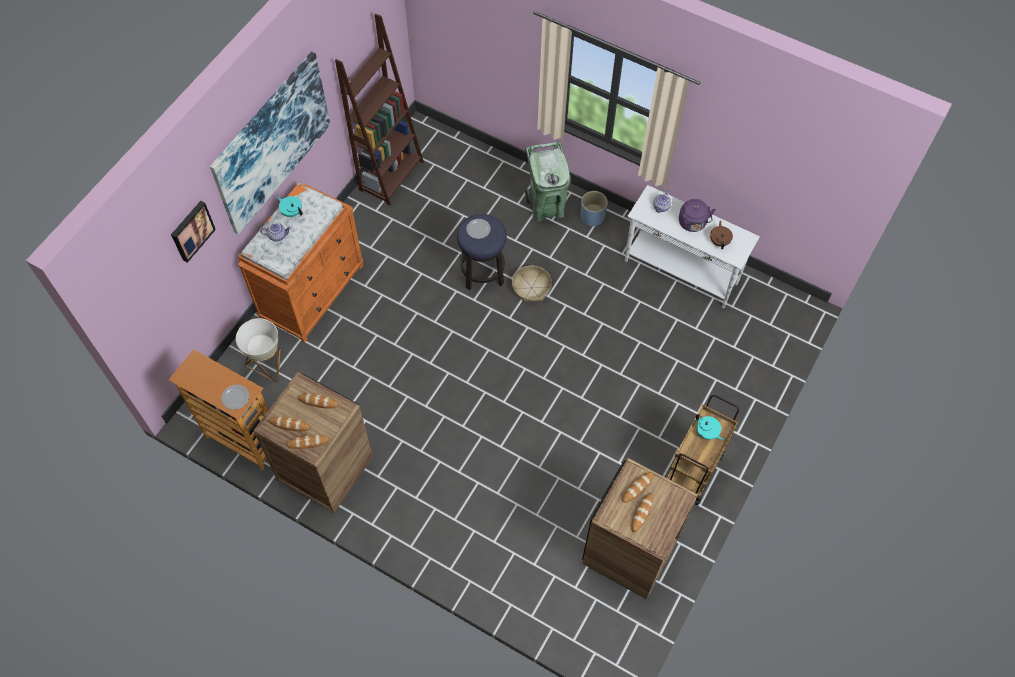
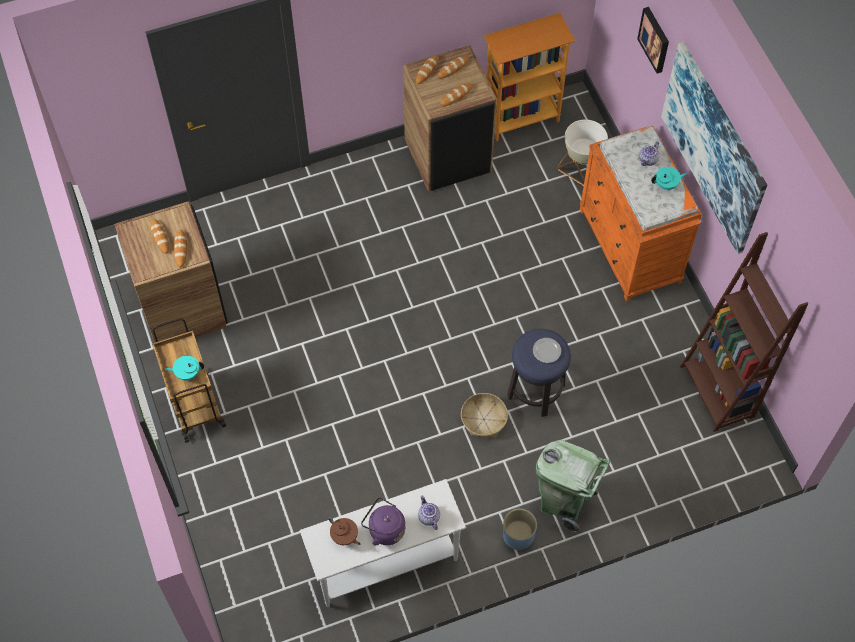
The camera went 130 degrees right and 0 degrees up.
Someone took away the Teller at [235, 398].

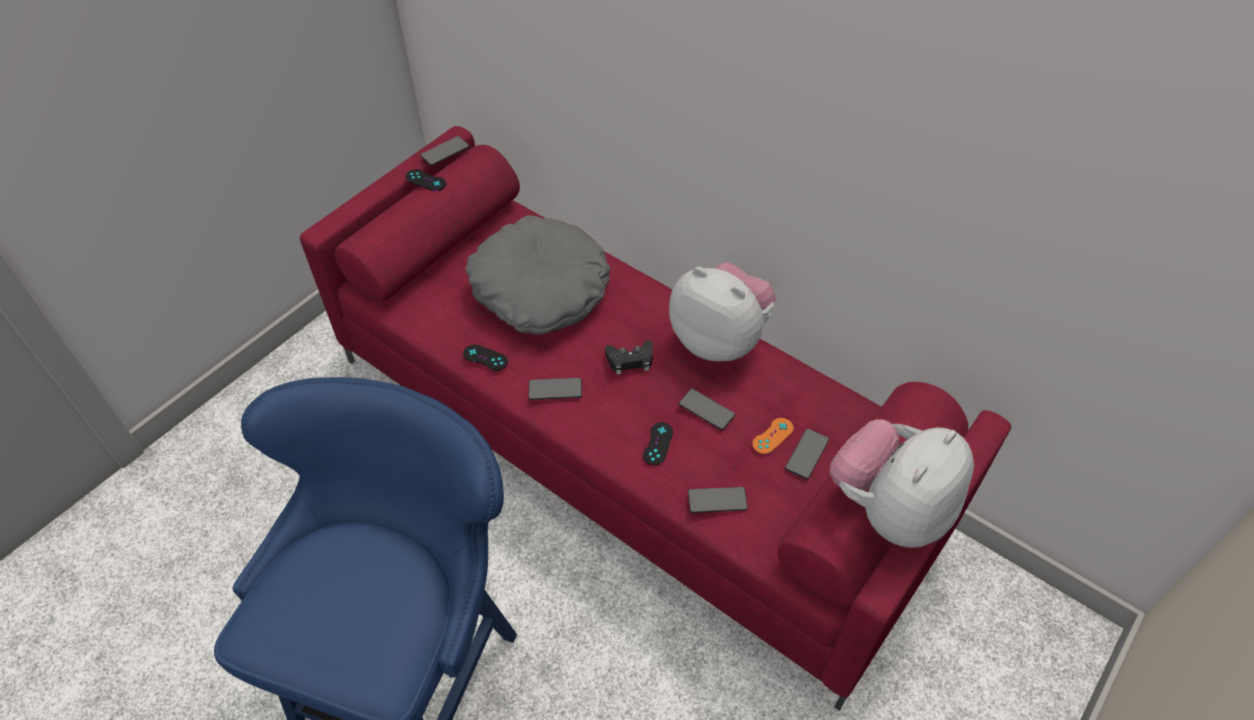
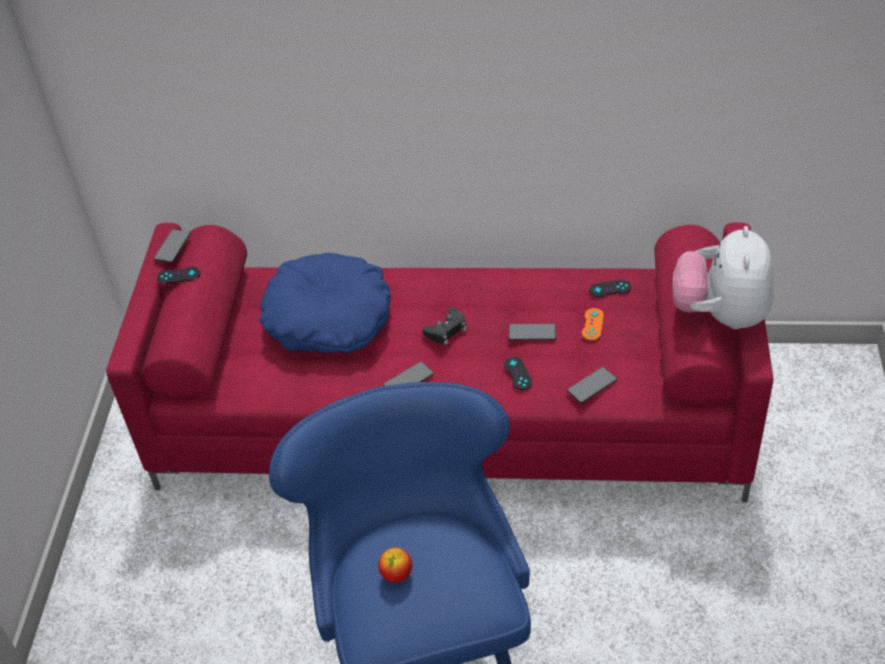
The camera went 30 degrees left and 5 degrees down.
Someone took away the Plüschtier at [719, 339].
Someone took away the Handy at [807, 454].
Someone put down the Apfel at [396, 575].
Someone carried the Gamepad (schwarz) from [485, 358] to [610, 289].
Someone repainted the Kissen (grau) at [543, 289], which became the Kissen (blau) at [330, 317].

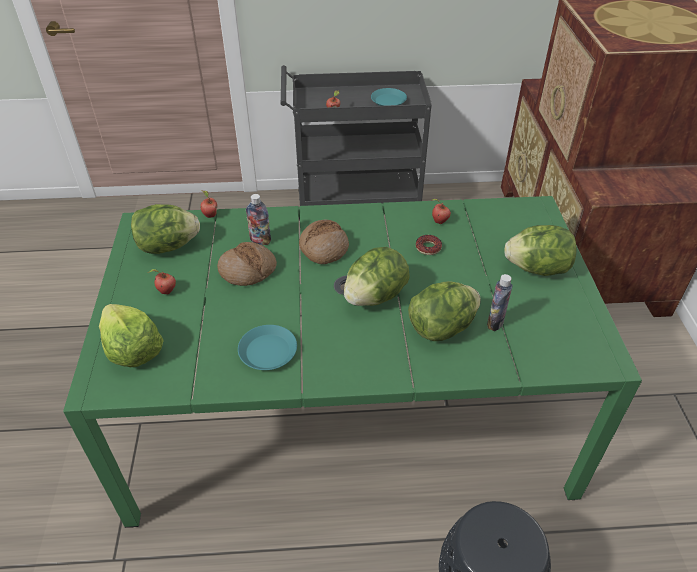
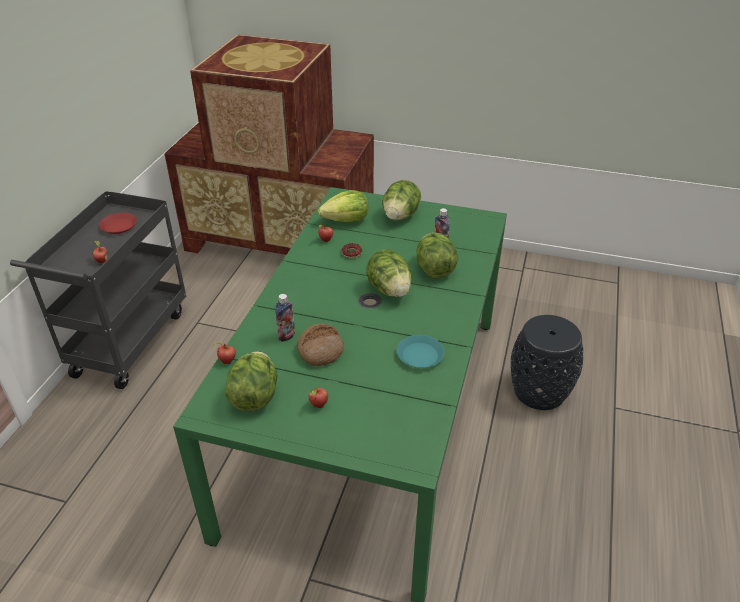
The camera went 70 degrees left and 5 degrees down.
Someone took away the Brot at [323, 248].
Someone carried the Salatkopf from [132, 349] to [346, 220].
Someone repainted the Teller (türkis) at [388, 101], which became the Teller (rot) at [119, 226].

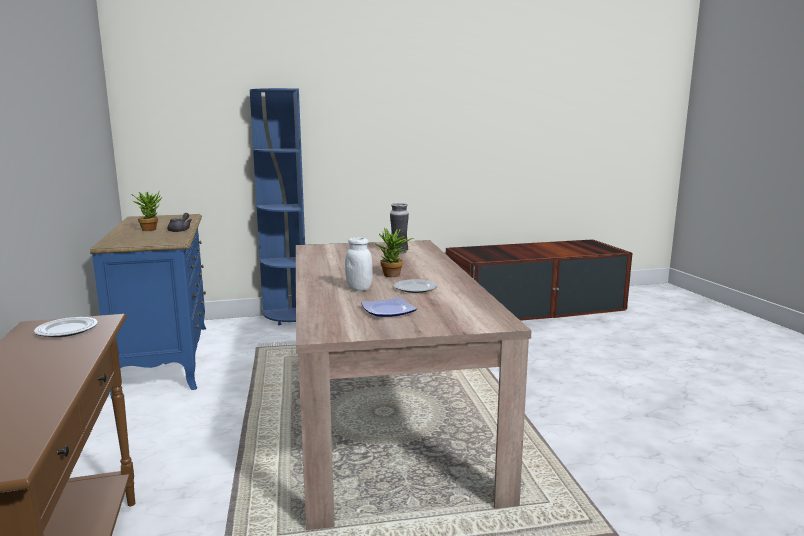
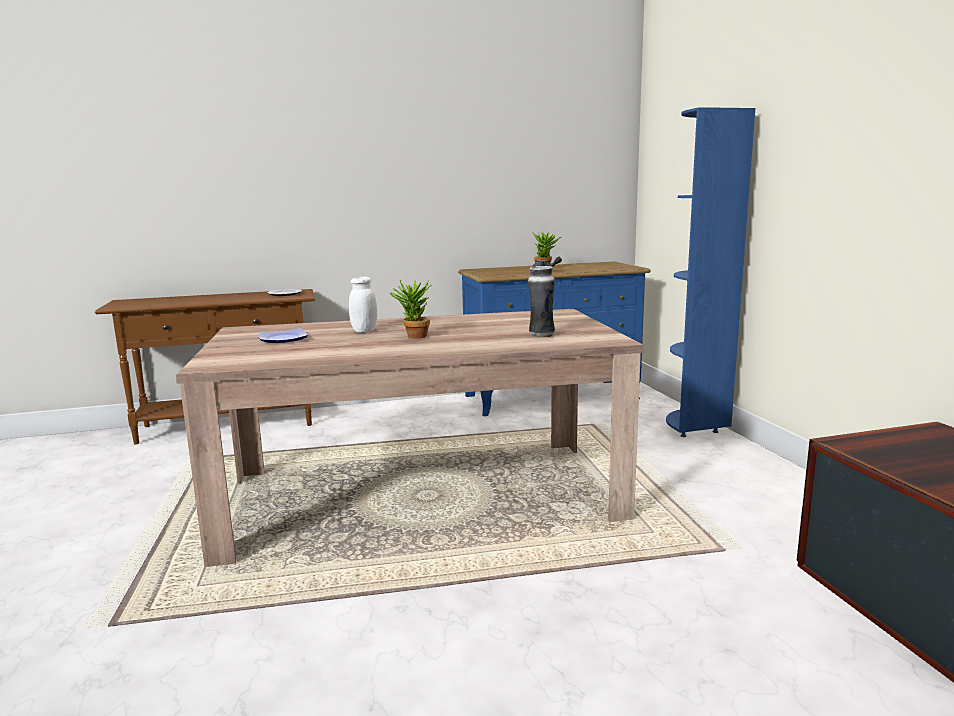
The camera went 90 degrees right and 0 degrees up.
Someone took away the Teller at [415, 288].

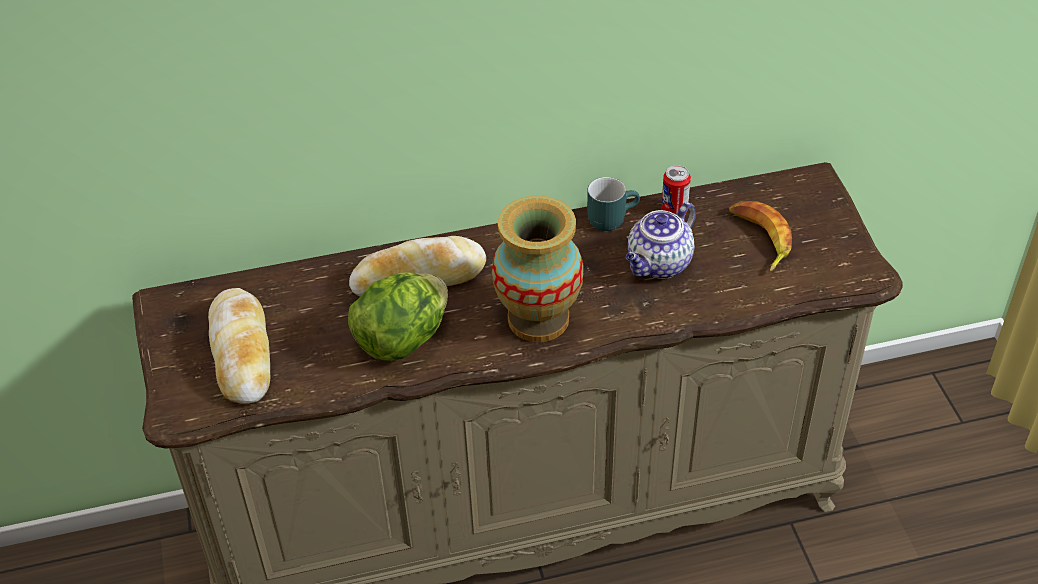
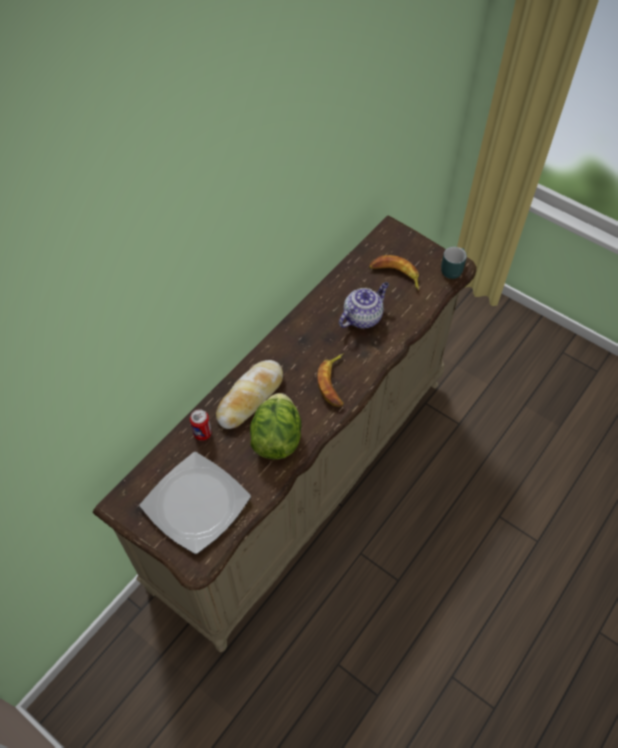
The camera went 40 degrees left and 10 degrees up.
Someone carried the Henkelbecher (türkis) from [610, 217] to [451, 268].
Someone carried the Dose from [674, 210] to [202, 433].
Someone swapped the Brot at [242, 353] for the Teller at [197, 503].
Someone swapped the Vase at [538, 319] for the Banane at [334, 383].
Someone rotated the Teekanne at [659, 265] by 135 degrees counterclockwise.

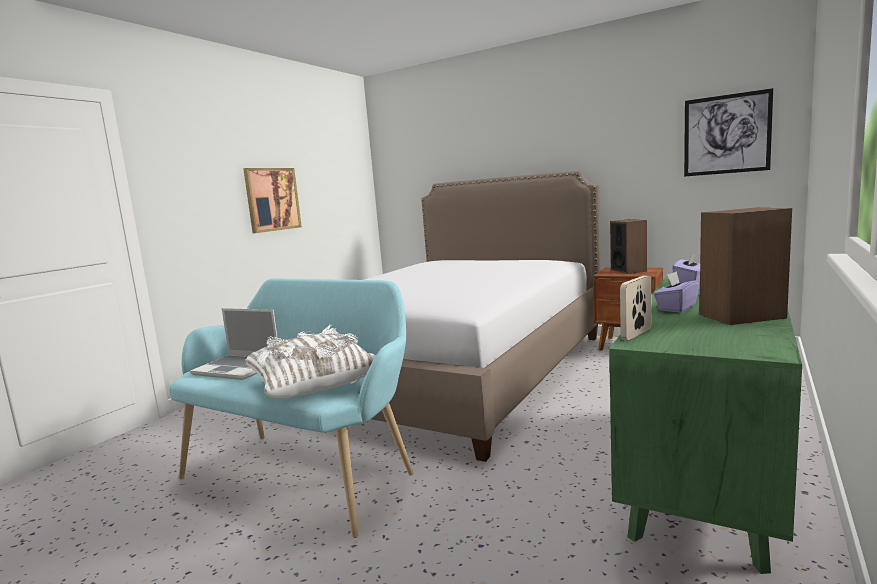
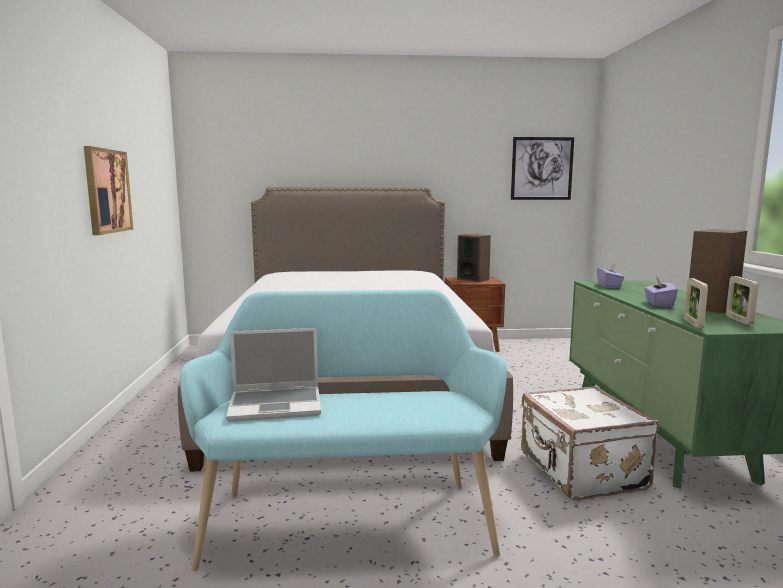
The camera went 35 degrees left and 0 degrees up.
Someone took away the Kissen (weiß) at [314, 385].
Someone put down the Koffer (weiß) at [580, 471].
Someone put down the Bilderrahmen at [739, 320].

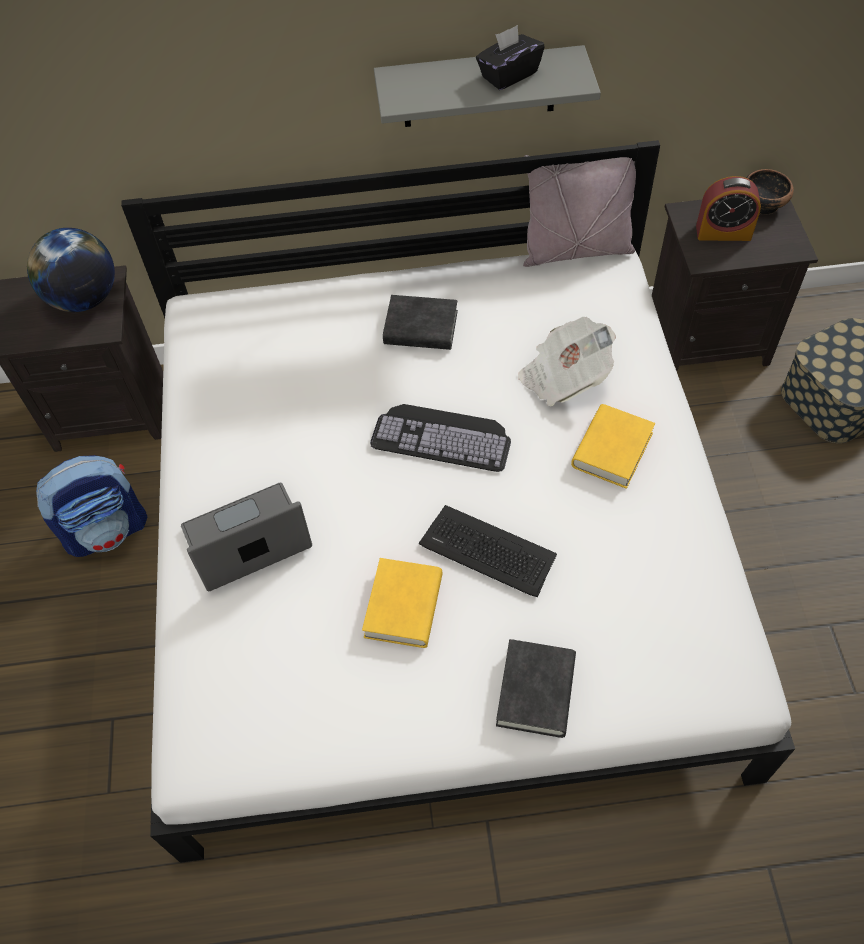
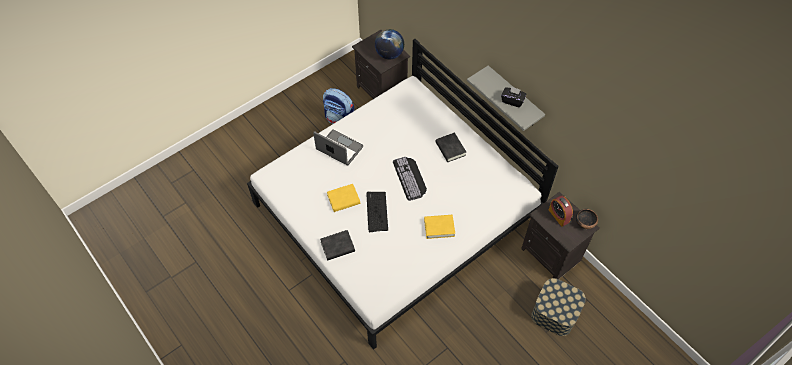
The camera went 55 degrees right and 0 degrees up.
Someone took away the Zeitung at [564, 376].
Someone took away the Kissen (lila) at [576, 250].

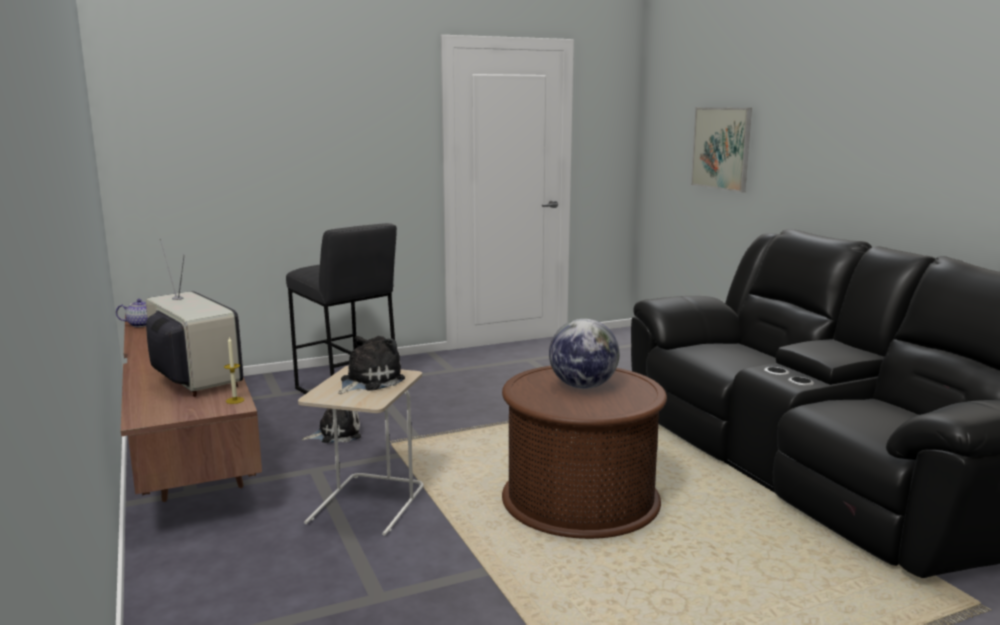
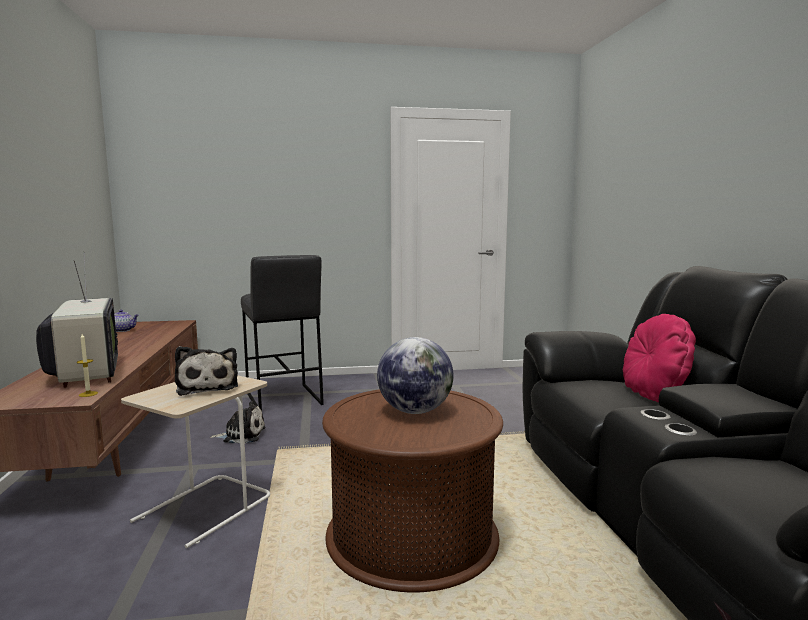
The camera went 15 degrees right and 5 degrees down.
Someone took away the Bild at [721, 148].
Someone put down the Kissen (rosa) at [654, 396].
Someone rotated the Plüschtier at [369, 381] by 105 degrees clockwise.

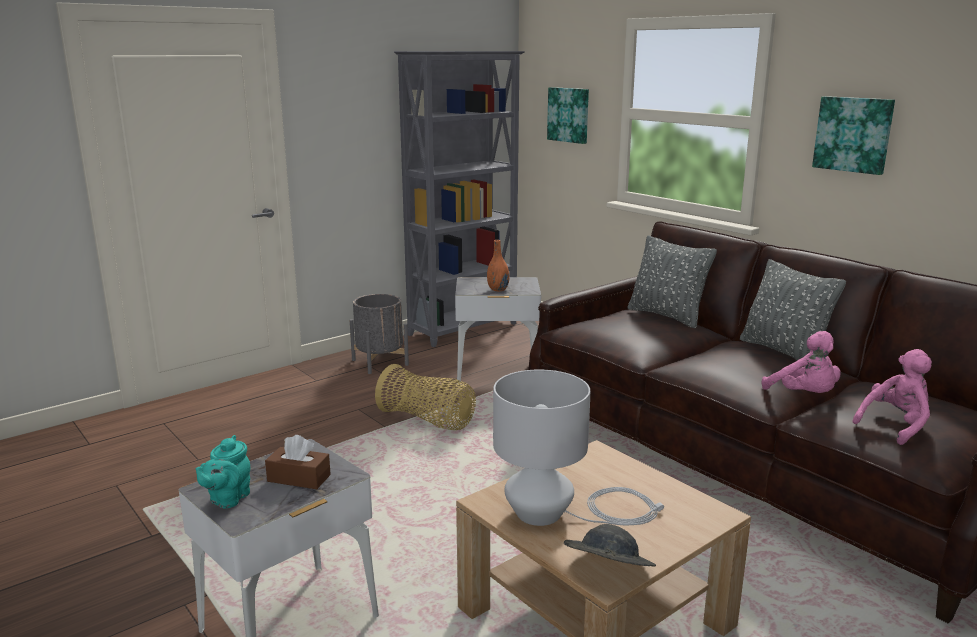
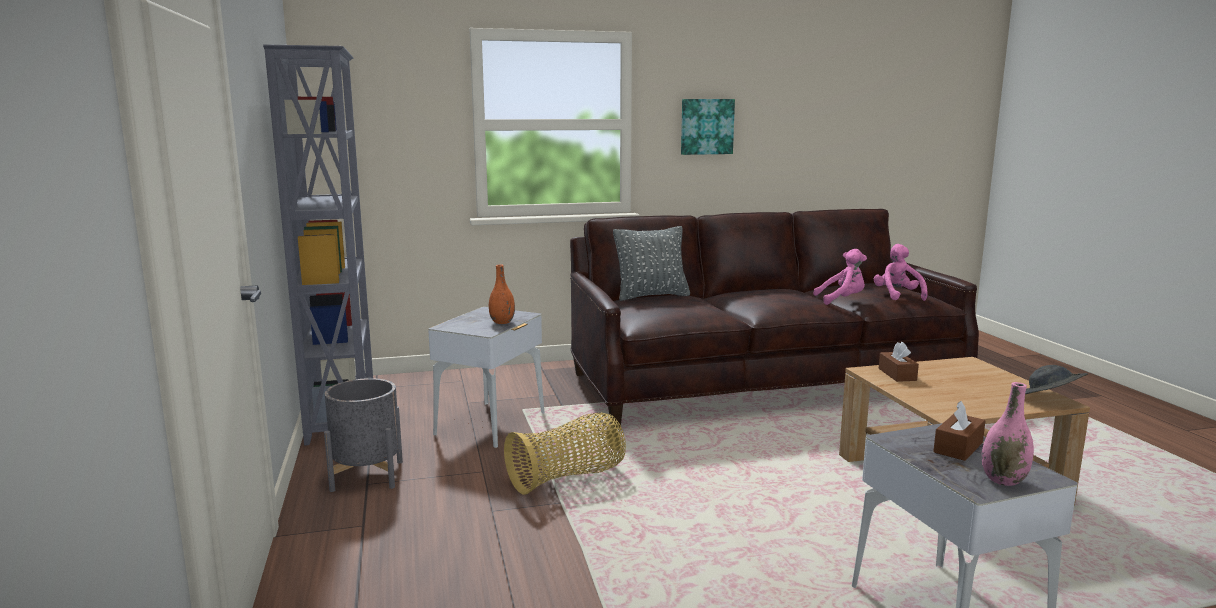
The camera went 65 degrees left and 5 degrees down.
Someone took away the Tischlampe (weiß) at [571, 511].
Someone took away the Bild at [569, 115].
Someone took away the Kissen (grau) at [783, 352].
Someone put down the Taschentuchbox (braun) at [897, 374].
Someone swapped the Teekanne (türkis) at [227, 499] for the Vase (rosa) at [1003, 480].

